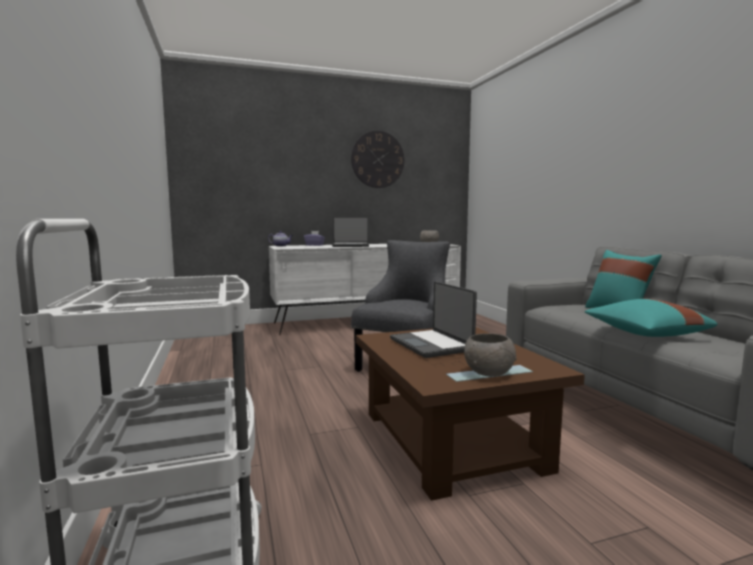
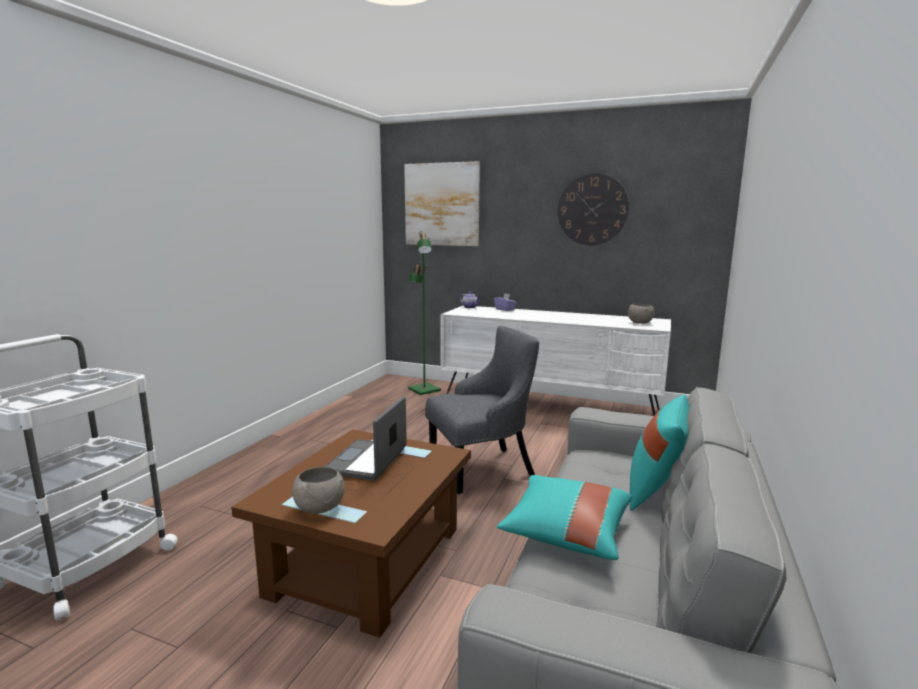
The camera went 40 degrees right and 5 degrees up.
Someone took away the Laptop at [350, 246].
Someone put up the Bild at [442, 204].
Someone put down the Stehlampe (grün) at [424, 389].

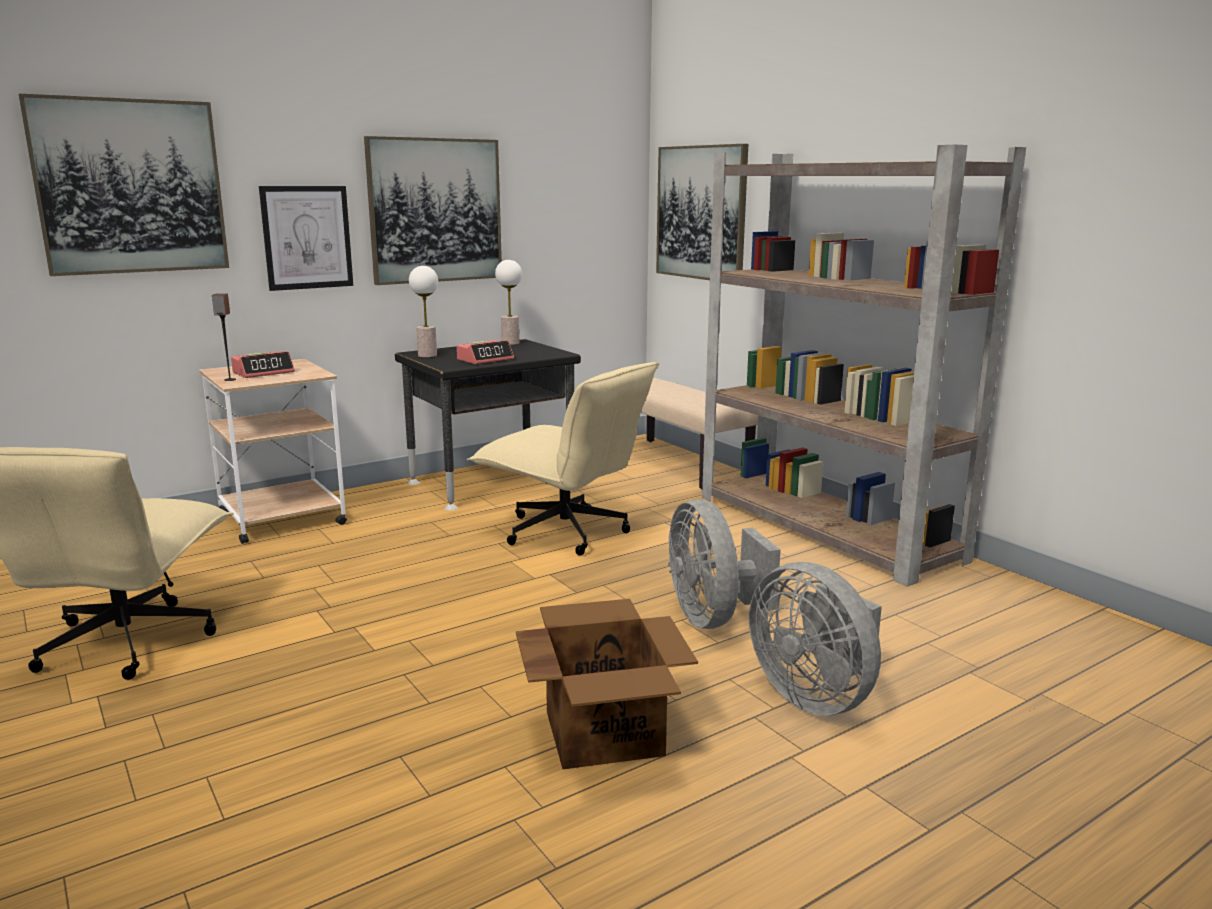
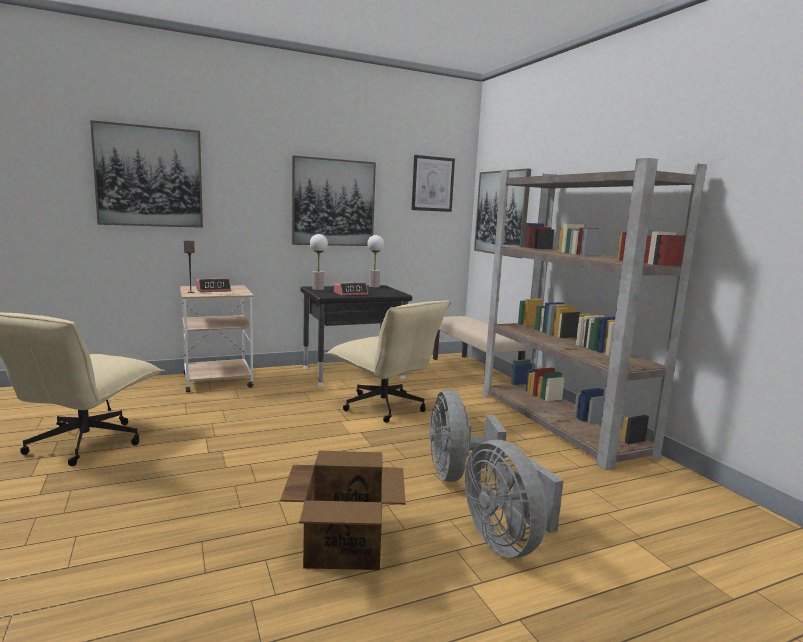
The camera went 10 degrees right and 5 degrees down.
Someone carried the Bild from [307, 237] to [432, 184].

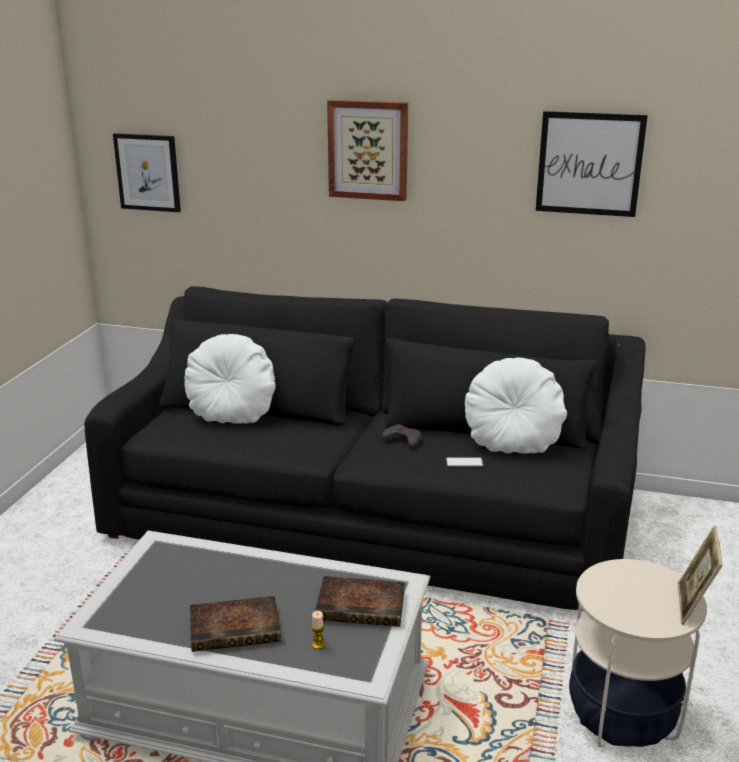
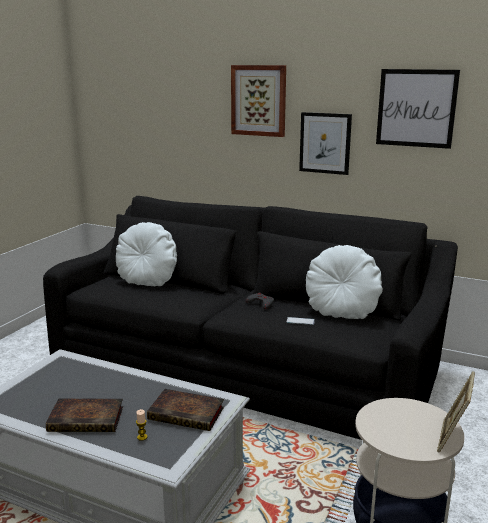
The camera went 10 degrees right and 5 degrees down.
Someone carried the Bild from [148, 172] to [325, 143].

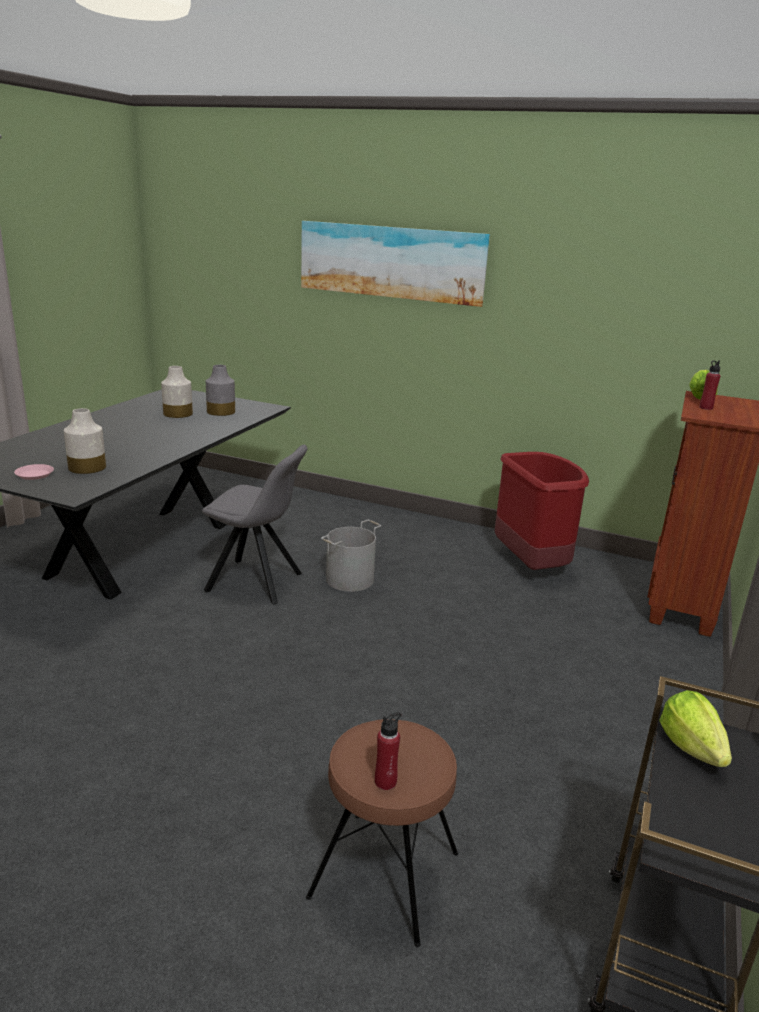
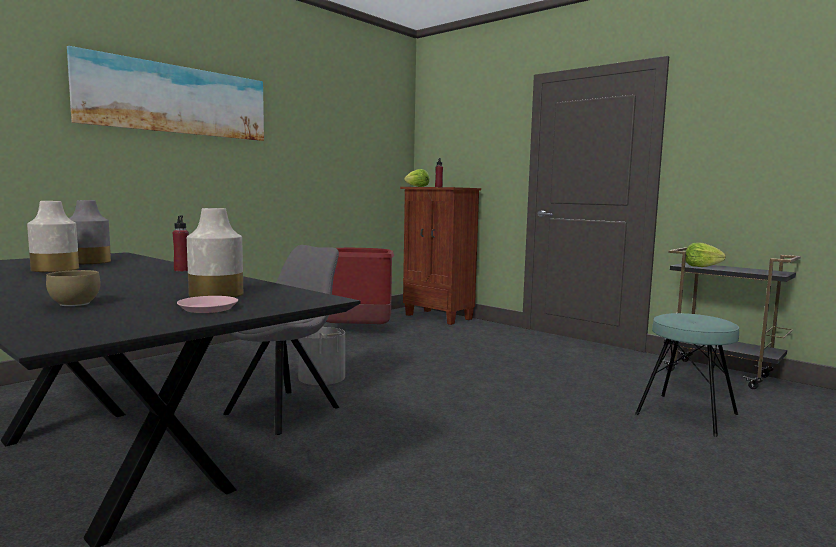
The camera went 70 degrees left and 15 degrees down.
Someone put down the Schüssel (braun) at [77, 304].
Someone carried the Flasche (rot) from [385, 781] to [182, 270].
Someone repainted the Hocker (braun) at [384, 875], which became the Hocker (türkis) at [686, 414].

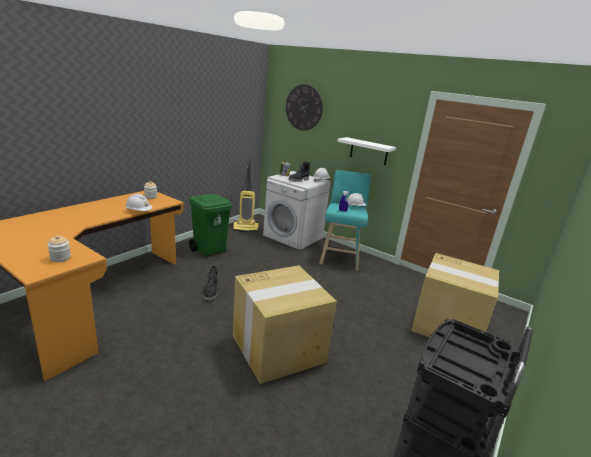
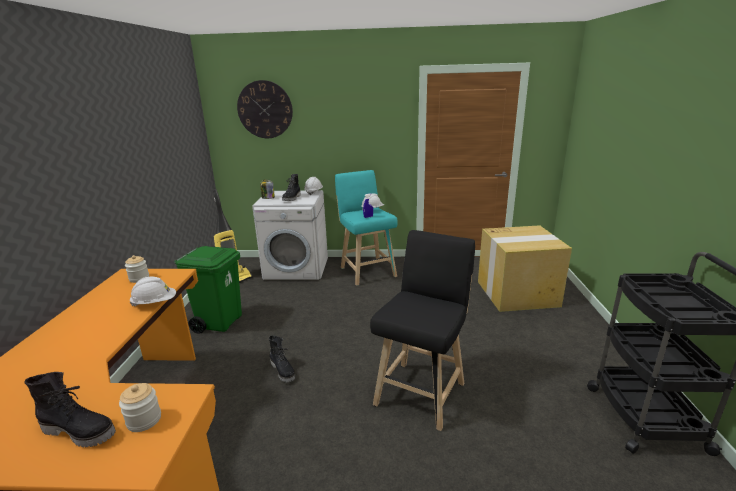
The camera went 30 degrees left and 0 degrees up.
Someone took away the Wandregal (weiß) at [368, 151].
Someone put down the Stiefel (schwarz) at [81, 431].
Someone swapped the Karton at [279, 348] for the Hocker (schwarz) at [422, 390].

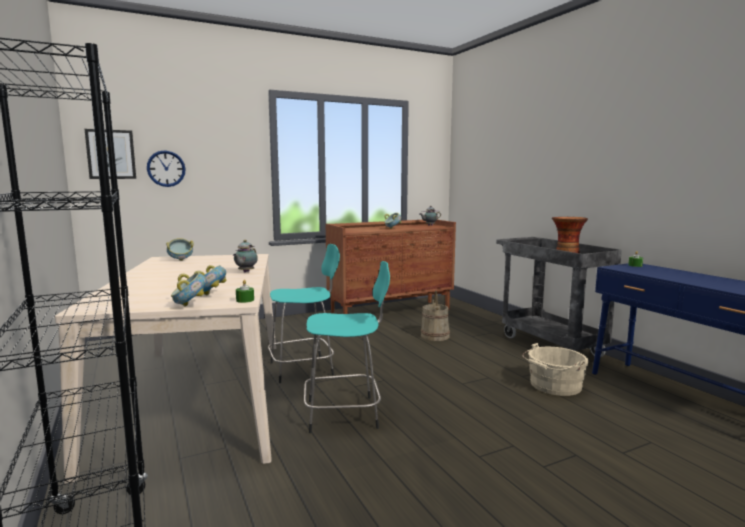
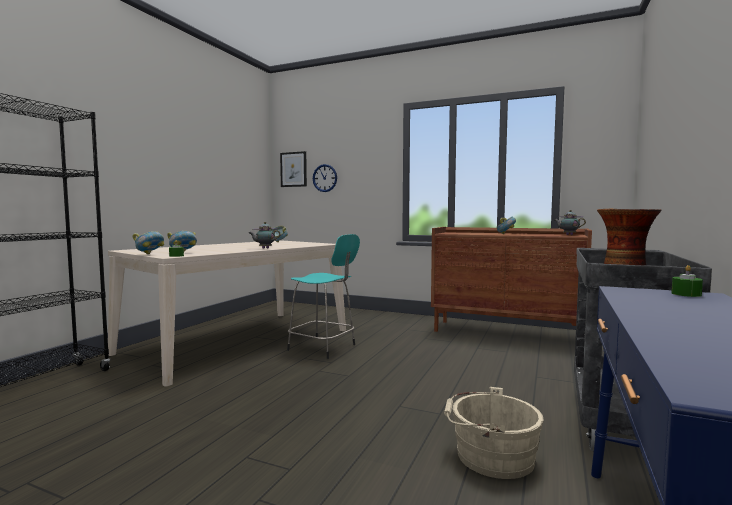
The camera went 50 degrees right and 5 degrees down.
Someone took away the Hocker (türkis) at [345, 414].
Someone took away the Eimer (beige) at [434, 336].

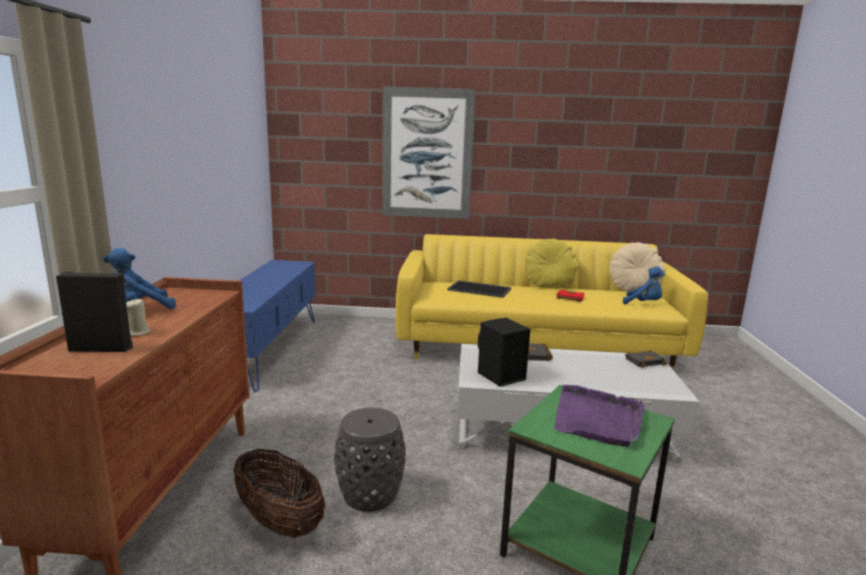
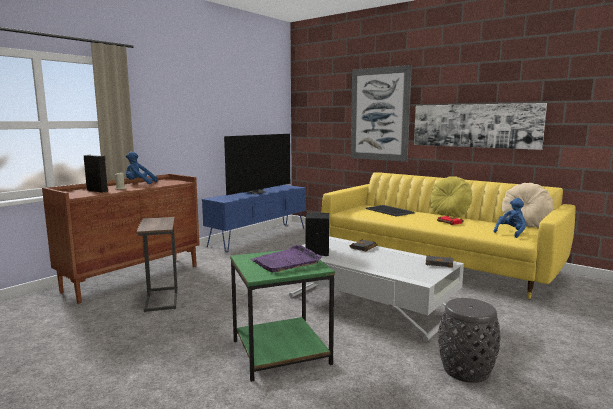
The camera went 35 degrees right and 5 degrees down.
Someone put down the Fernseher at [257, 192].
Someone put up the Bild at [474, 125].
Someone carried the Hocker (grau) from [370, 494] to [466, 370].
Someone swapped the Korb at [279, 522] for the Beistelltisch (braun) at [161, 299].
Someone rotated the Plüschtier (blau) at [644, 303] by 105 degrees counterclockwise.

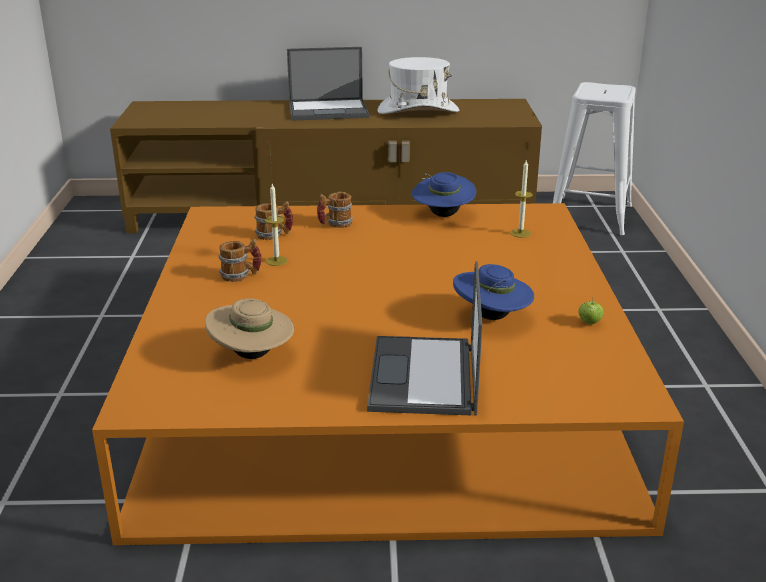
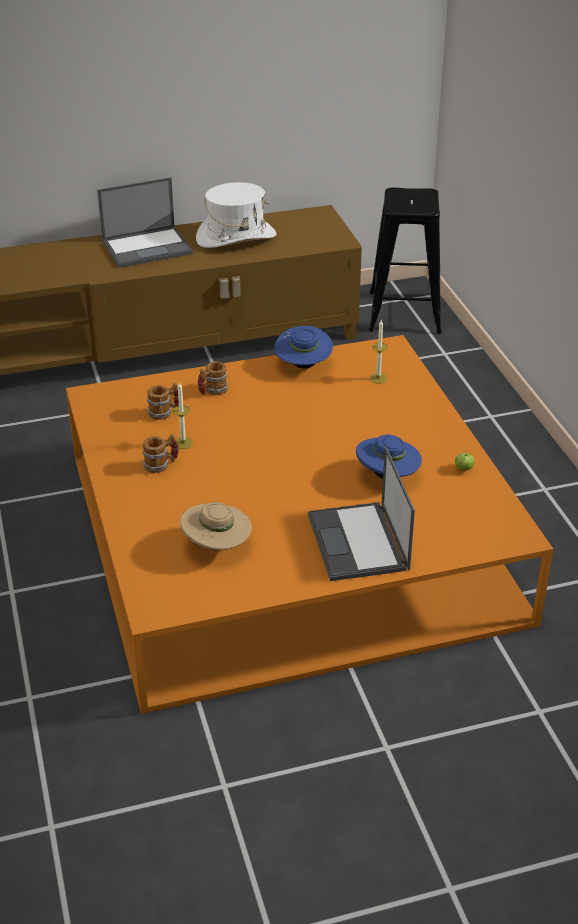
The camera went 15 degrees left and 10 degrees up.
Someone repainted the Hocker (weiß) at [590, 215], which became the Hocker (schwarz) at [404, 312].

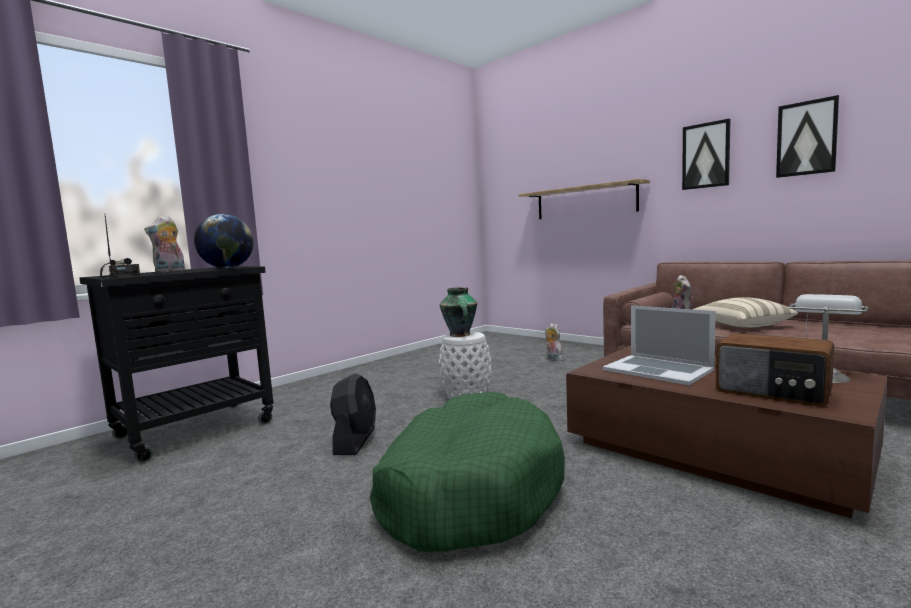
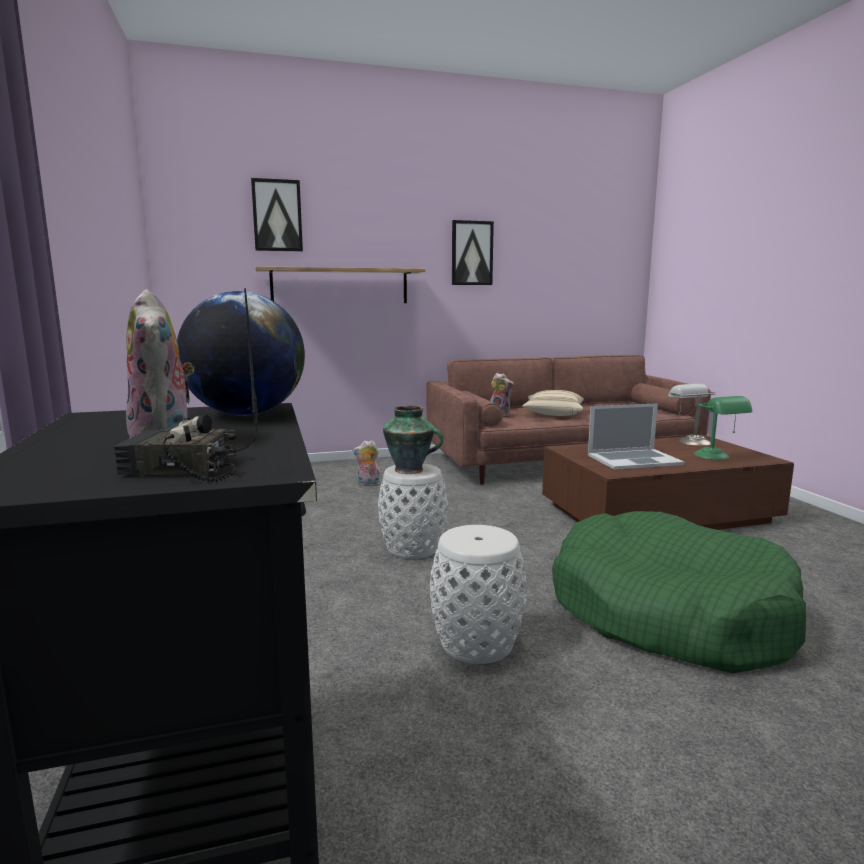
The camera went 60 degrees left and 5 degrees up.
Someone carried the Bild from [806, 138] to [277, 215].
Someone swapped the Ventilator (schwarz) at [355, 441] for the Hocker (weiß) at [476, 643].
Someone swapped the Radio at [773, 392] for the Tischlampe (grün) at [717, 457].

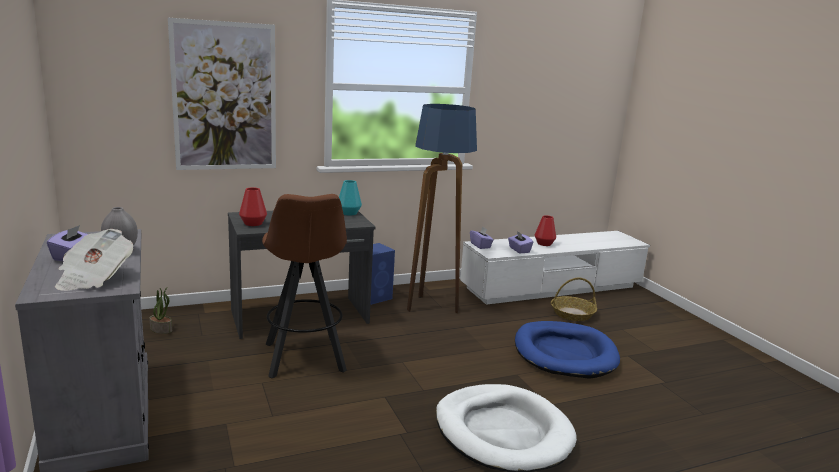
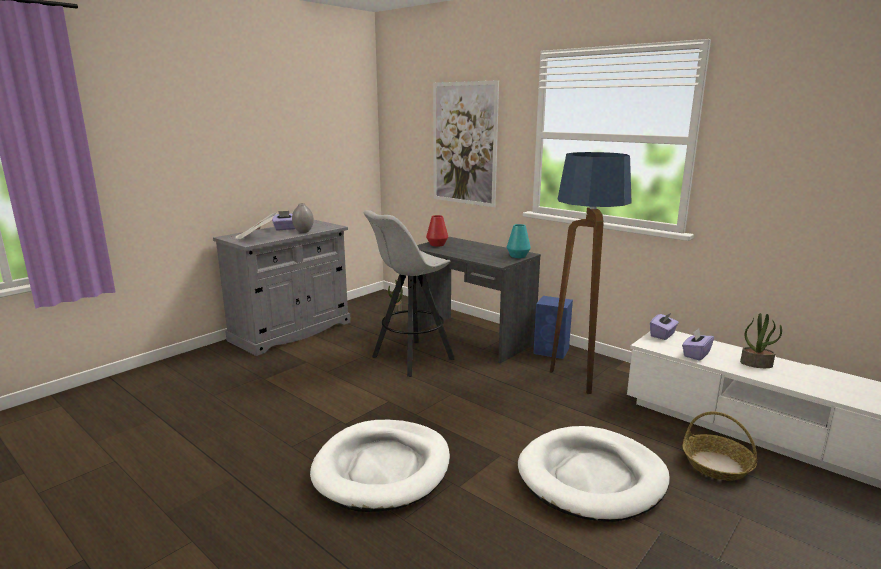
The camera went 65 degrees right and 0 degrees up.
Someone swapped the Vase (rot) at [544, 244] for the Topfpflanze at [756, 364].
Someone repainted the Hocker (braun) at [304, 359], which became the Hocker (grau) at [410, 358].
Someone repainted the Hundebett (blau) at [564, 353], which became the Hundebett (weiß) at [592, 477].

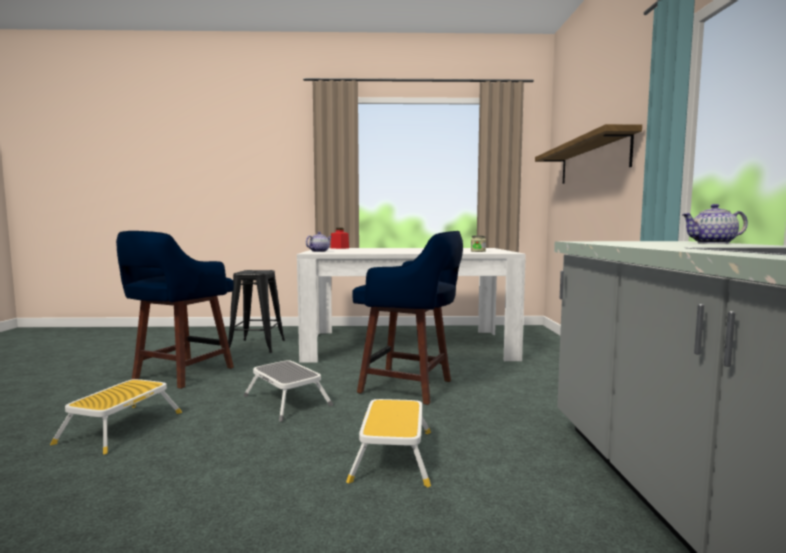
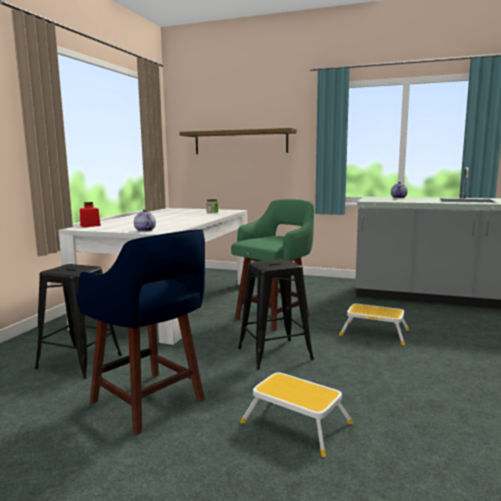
The camera went 70 degrees left and 5 degrees up.
Someone swapped the Trittleiter (grau) at [286, 401] for the Hocker (schwarz) at [274, 354].
Someone repainted the Hocker (blau) at [409, 387], which became the Hocker (grün) at [274, 316].

